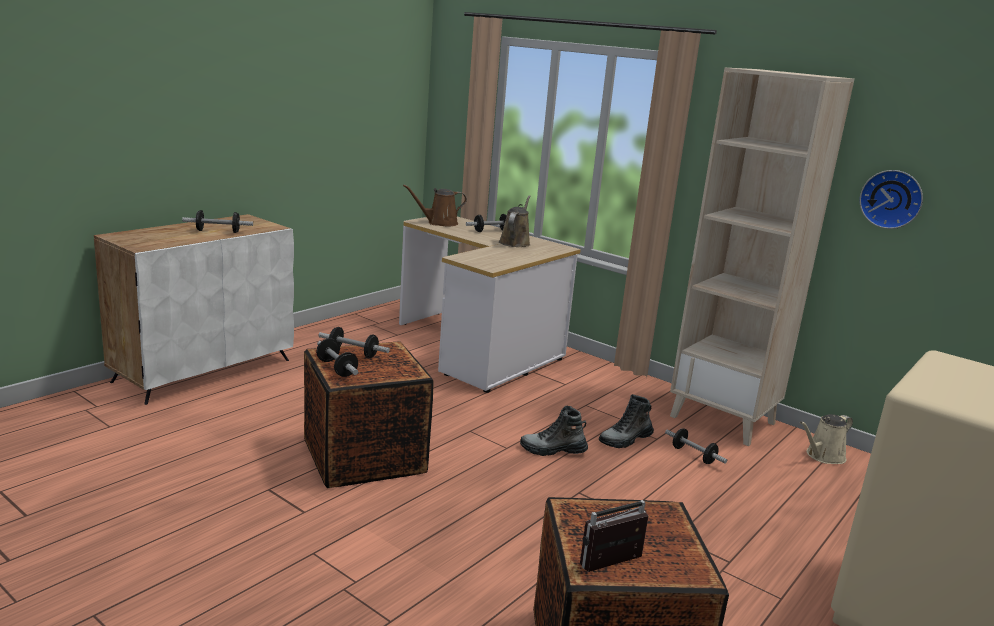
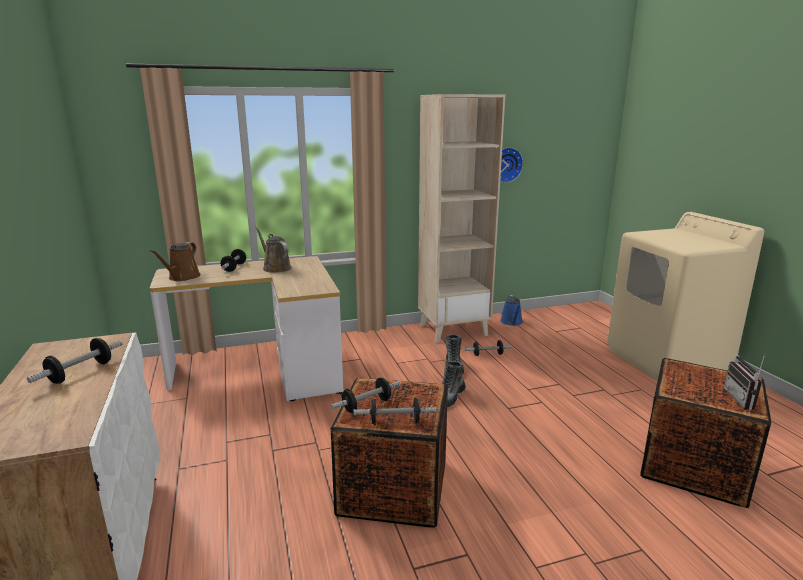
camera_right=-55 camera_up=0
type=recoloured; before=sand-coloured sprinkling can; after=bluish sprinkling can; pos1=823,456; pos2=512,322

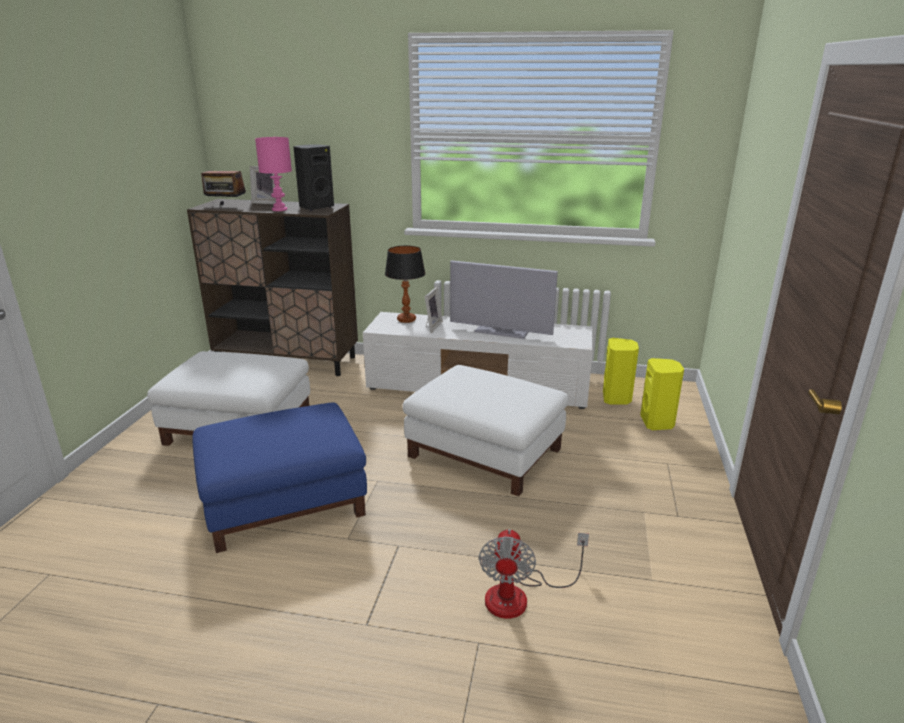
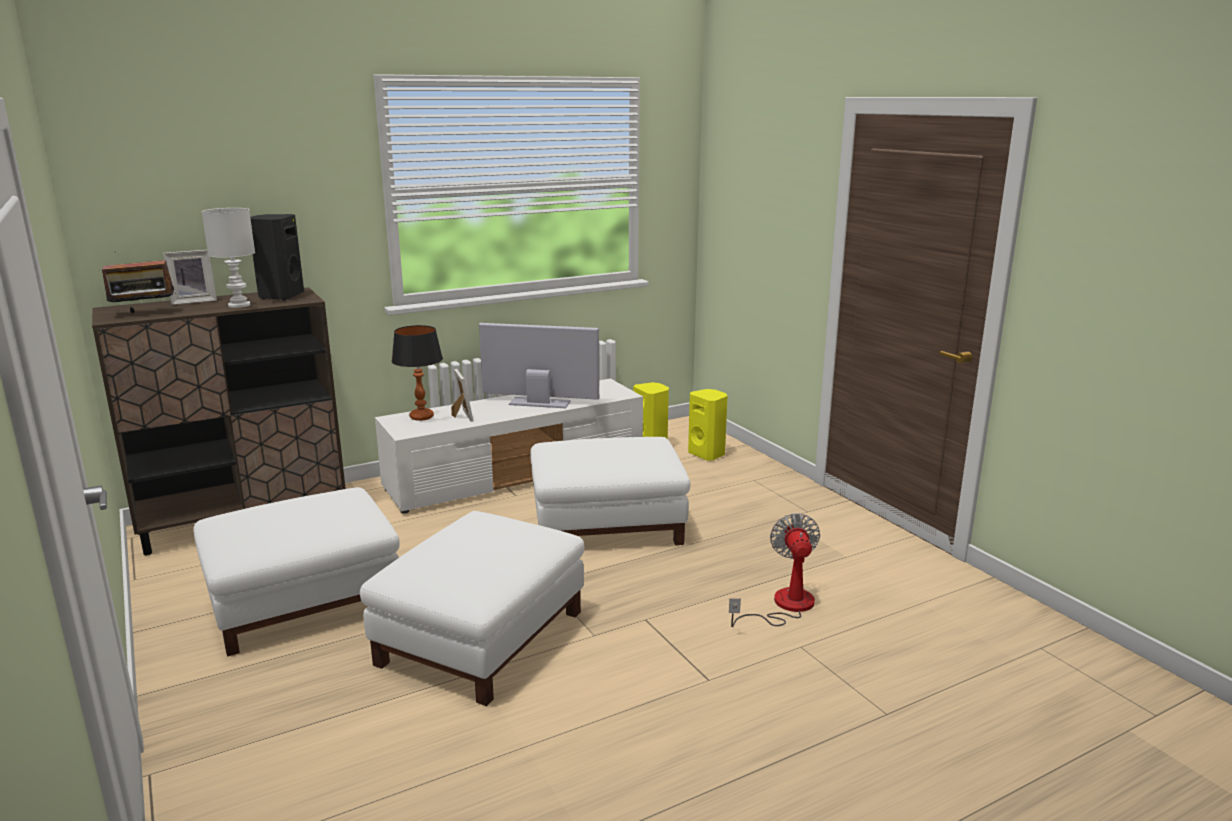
camera_right=-40 camera_up=-5
type=recoloured; before=bluish footrest; after=white-coloured footrest; pos1=284,500; pos2=481,637
type=recoloured; before=pink-coloured lamp for a table; after=white-coloured lamp for a table; pos1=280,209; pos2=239,305
type=turned; before=TV set; pos1=501,332; pos2=539,403; turn=-150
type=turned; before=cooling fan; pos1=519,596; pos2=783,606; turn=-150

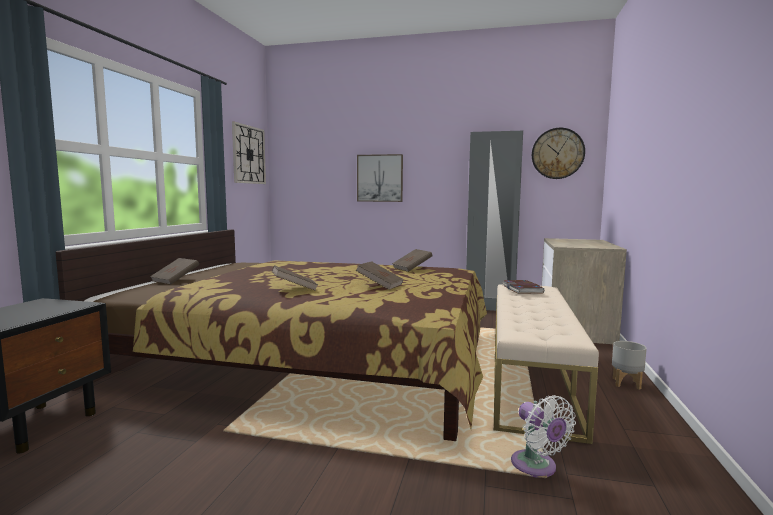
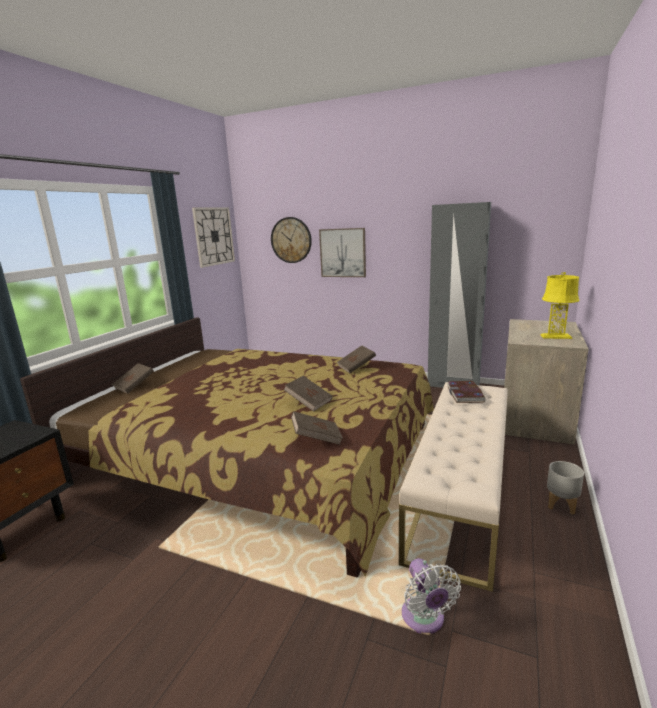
camera_right=10 camera_up=10
type=added; after=yellow-coloured lamp for a table; pos2=556,337
type=moved; before=brown-coloured bound book; pos1=294,289; pos2=316,439
type=moved; before=hanging clock; pos1=557,153; pos2=291,240

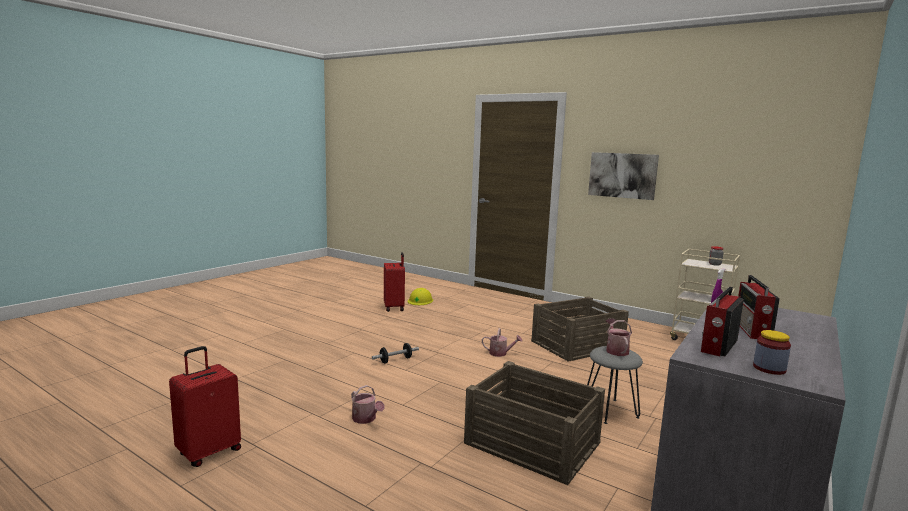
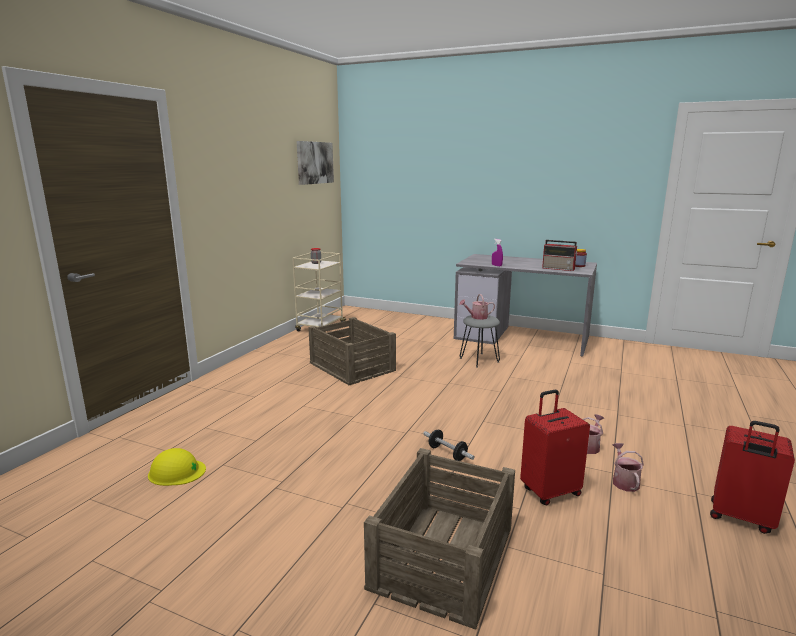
camera_right=-100 camera_up=5
type=removed; before=radio receiver; pos1=752,330
type=moved; before=red-coloured piece of luggage; pos1=394,307; pos2=549,491
type=moved; before=shipping crate; pos1=532,443; pos2=444,557
type=moved; before=sprinkling can; pos1=500,353; pos2=624,481
type=moved; before=picture; pos1=622,175; pos2=314,162

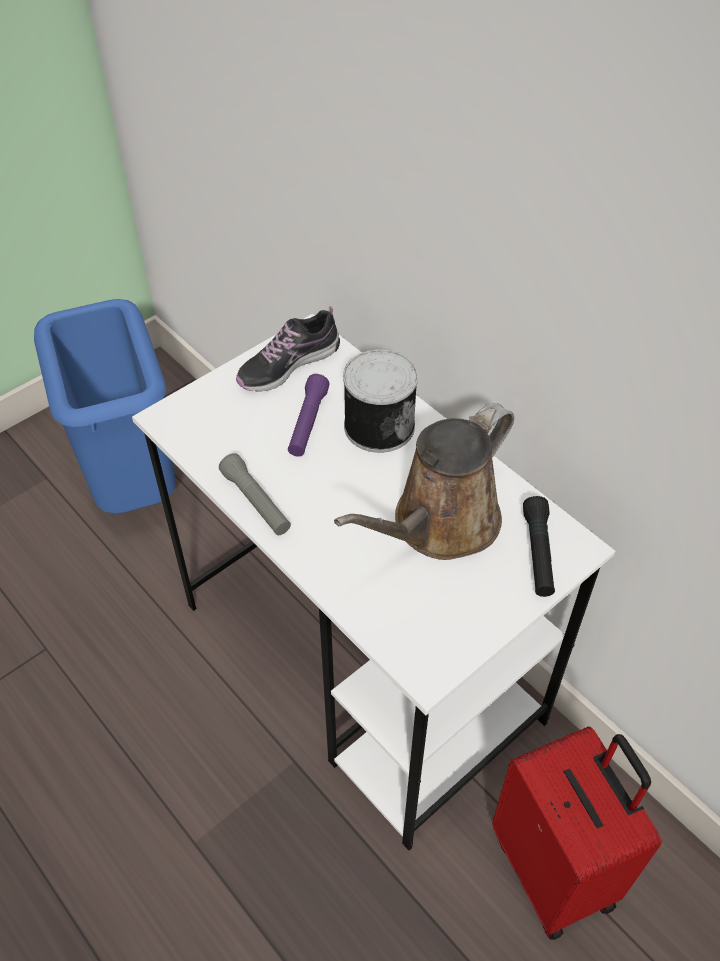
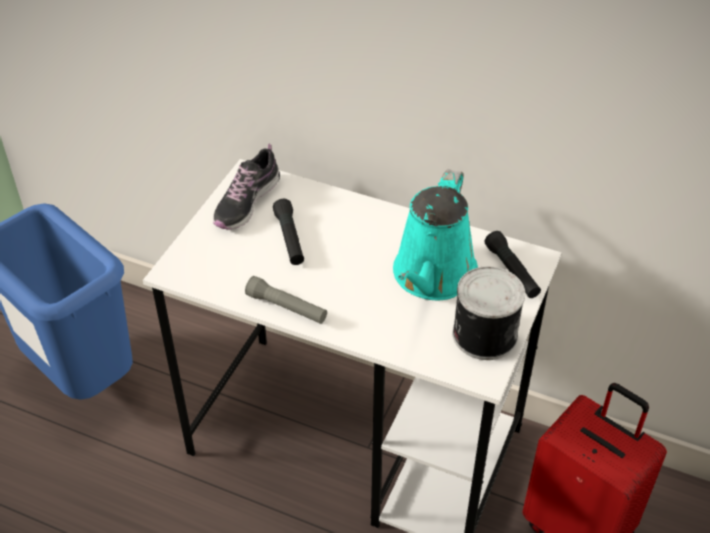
camera_right=-25 camera_up=-5
type=moved; before=can; pos1=378,424; pos2=483,334
type=recoloured; before=purplish torch; after=blackish torch; pos1=308,423; pos2=289,239
type=recoloured; before=brown-coloured sprinkling can; after=turquoise sprinkling can; pos1=439,525; pos2=432,277

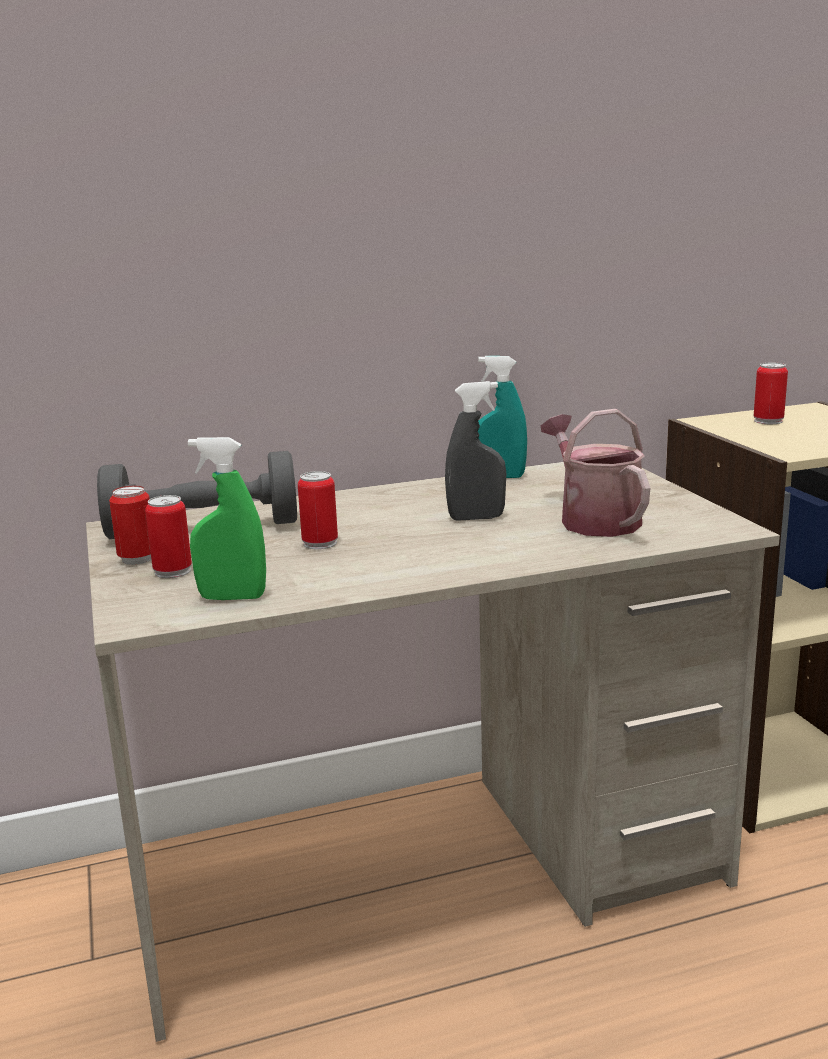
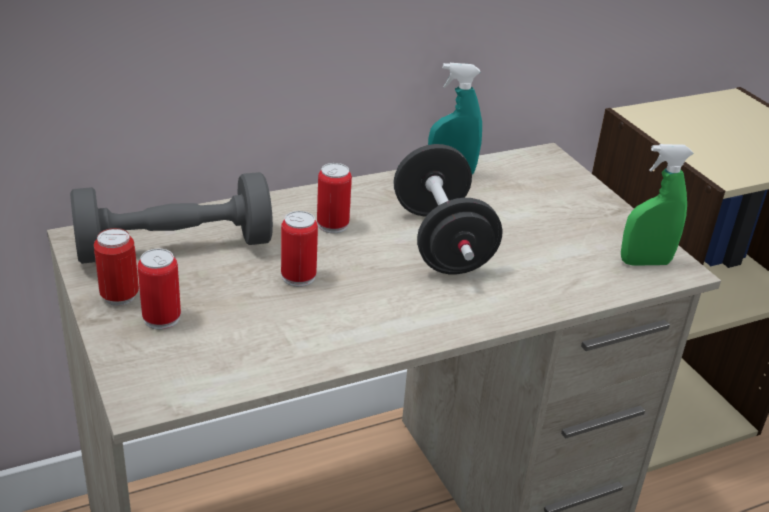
camera_right=-10 camera_up=15
type=removed; before=sprinkling can; pos1=594,519
type=moved; before=green spray bottle; pos1=232,597; pos2=645,262
type=moved; before=can; pos1=768,421; pos2=332,225
type=replaced; before=gray spray bottle; after=blackish free weight; pos1=476,518; pos2=441,241

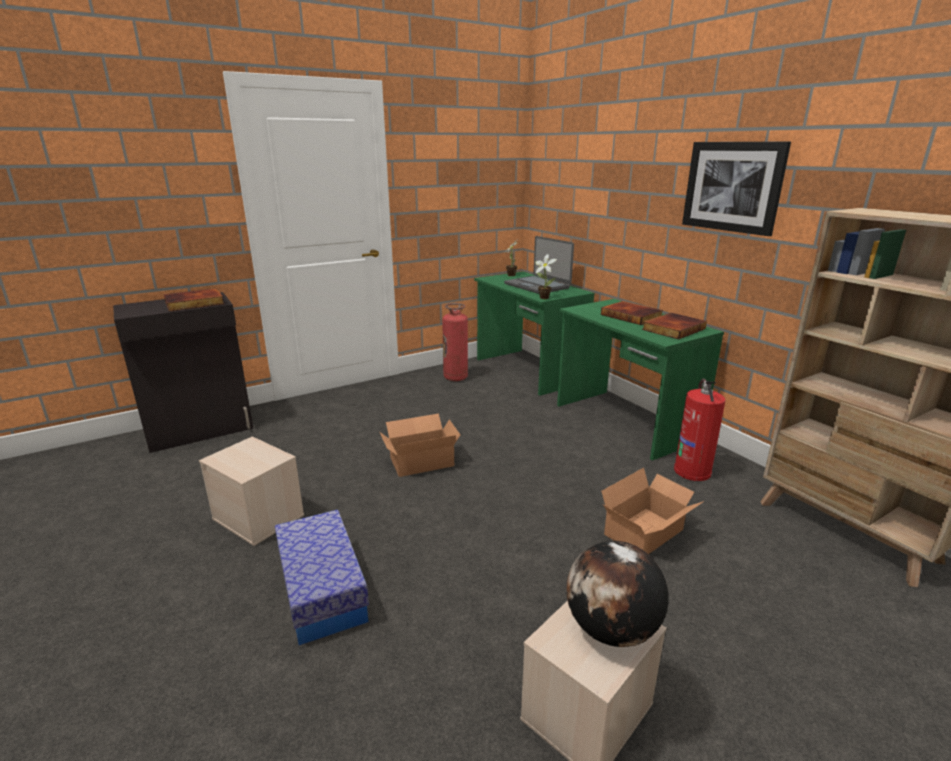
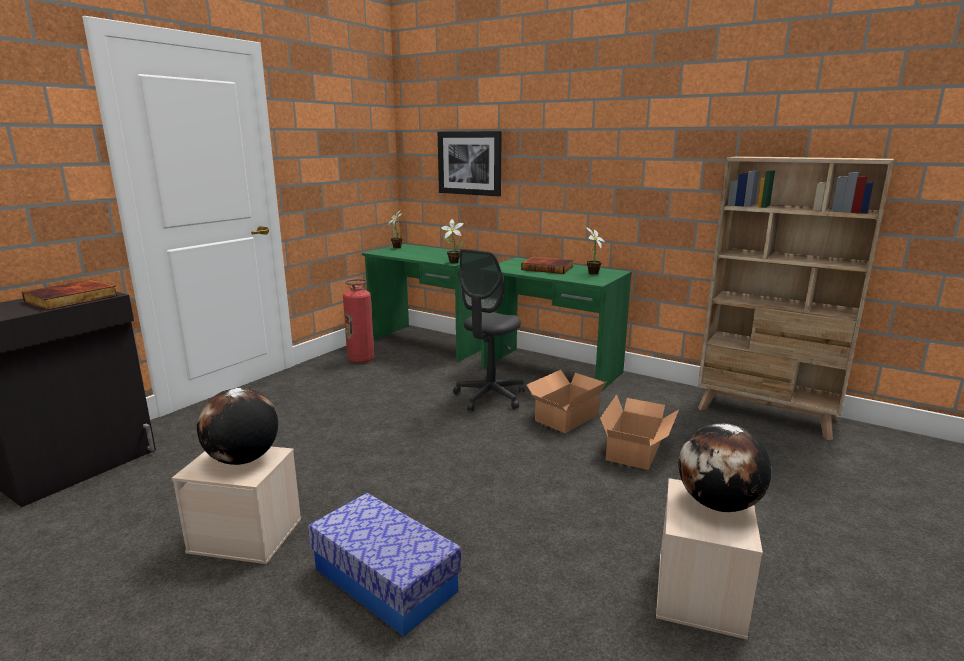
camera_right=-25 camera_up=-5
type=removed; before=laptop; pos1=537,286
type=removed; before=fire extinguisher; pos1=692,470
type=added; after=globe; pos2=242,460
type=added; after=gray computer chair; pos2=490,397
type=moved; before=carton; pos1=419,461; pos2=564,417
type=moved; before=picture; pos1=733,187; pos2=469,163
type=replaced; before=bound book; after=potted plant; pos1=672,329; pos2=592,273

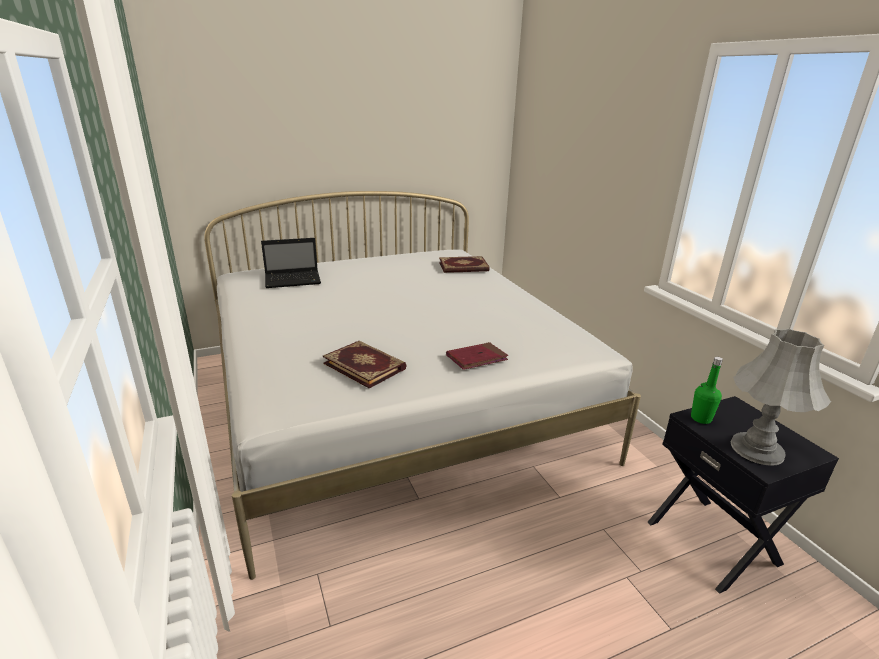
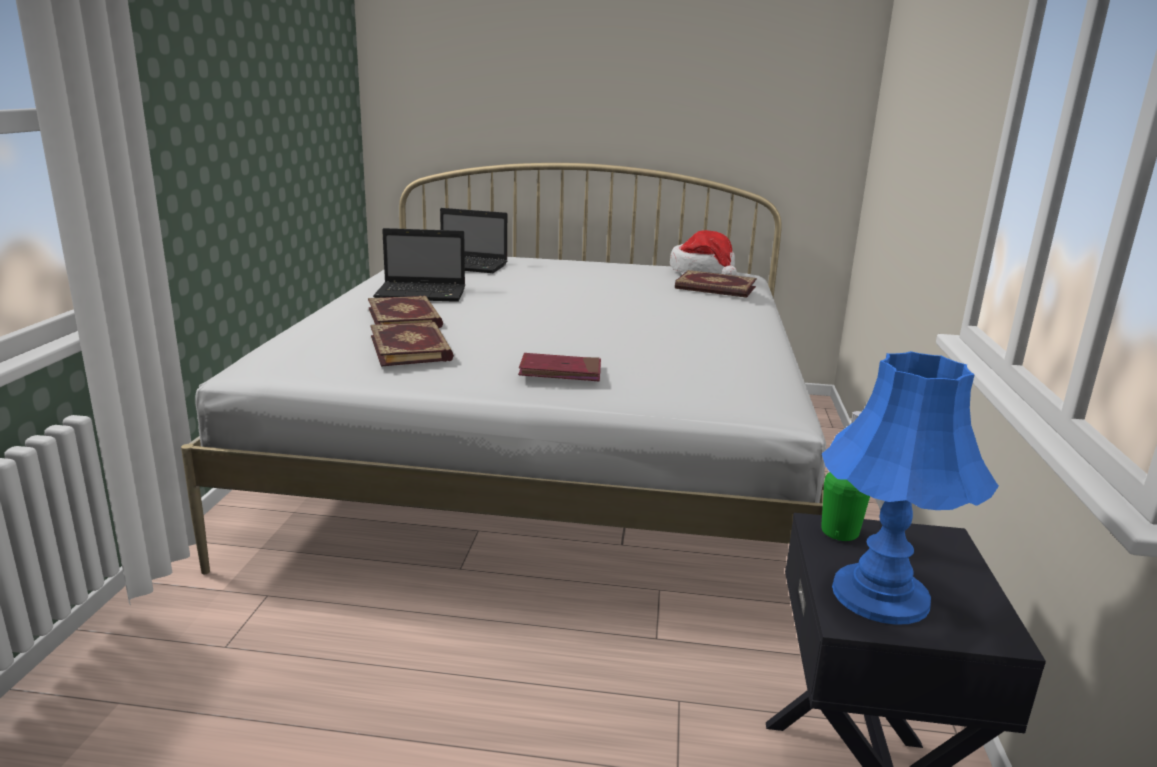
camera_right=30 camera_up=-5
type=added; after=bound book; pos2=406,317
type=added; after=laptop; pos2=423,294
type=added; after=hat; pos2=703,271
type=recoloured; before=gray lamp for a table; after=bluish lamp for a table; pos1=757,449; pos2=881,595

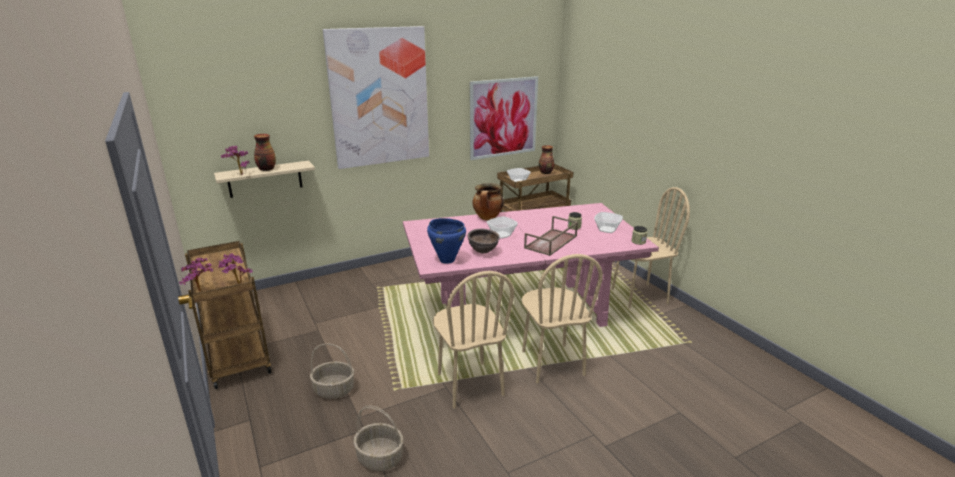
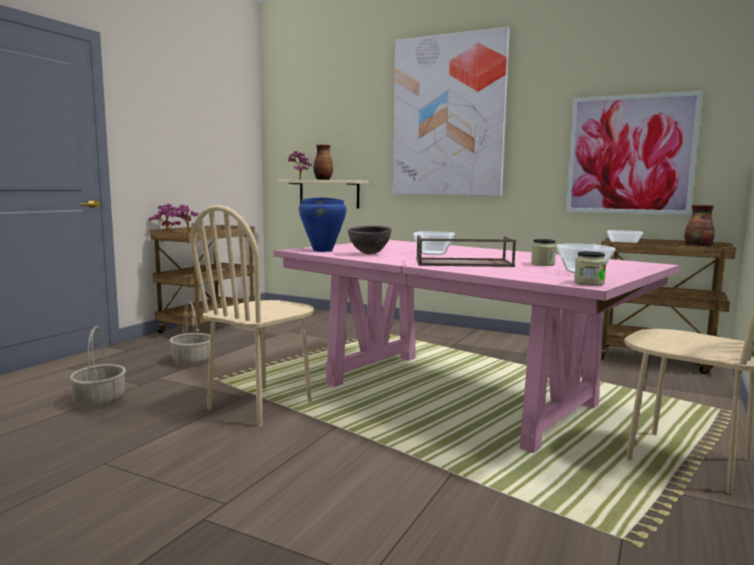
camera_right=55 camera_up=-15
type=removed; before=cooking pot; pos1=488,218
type=removed; before=sand-coloured chair; pos1=552,363

